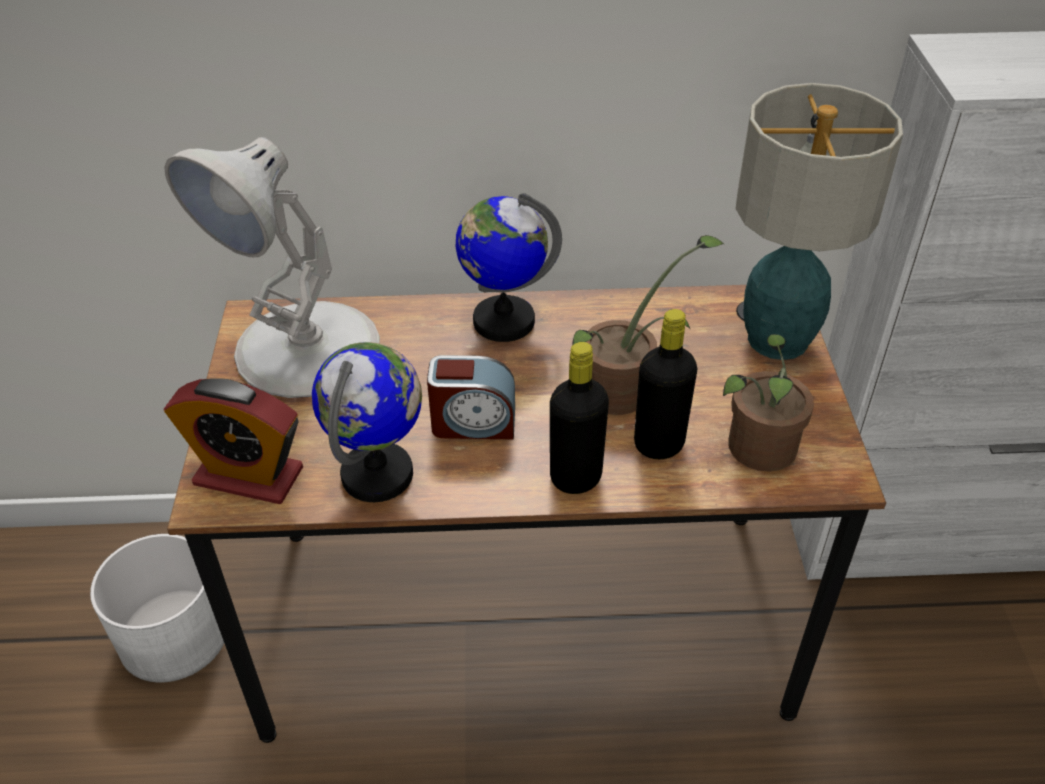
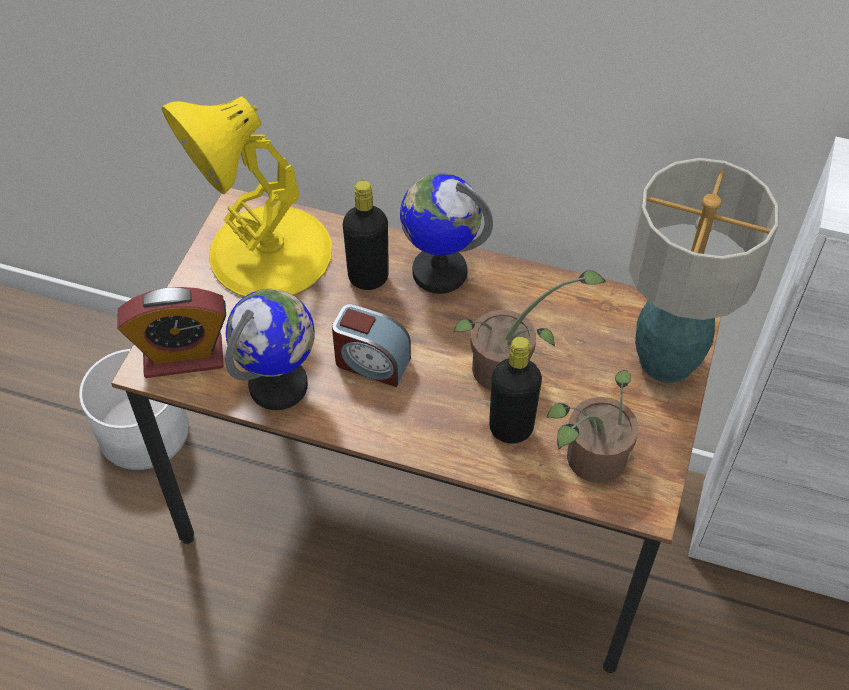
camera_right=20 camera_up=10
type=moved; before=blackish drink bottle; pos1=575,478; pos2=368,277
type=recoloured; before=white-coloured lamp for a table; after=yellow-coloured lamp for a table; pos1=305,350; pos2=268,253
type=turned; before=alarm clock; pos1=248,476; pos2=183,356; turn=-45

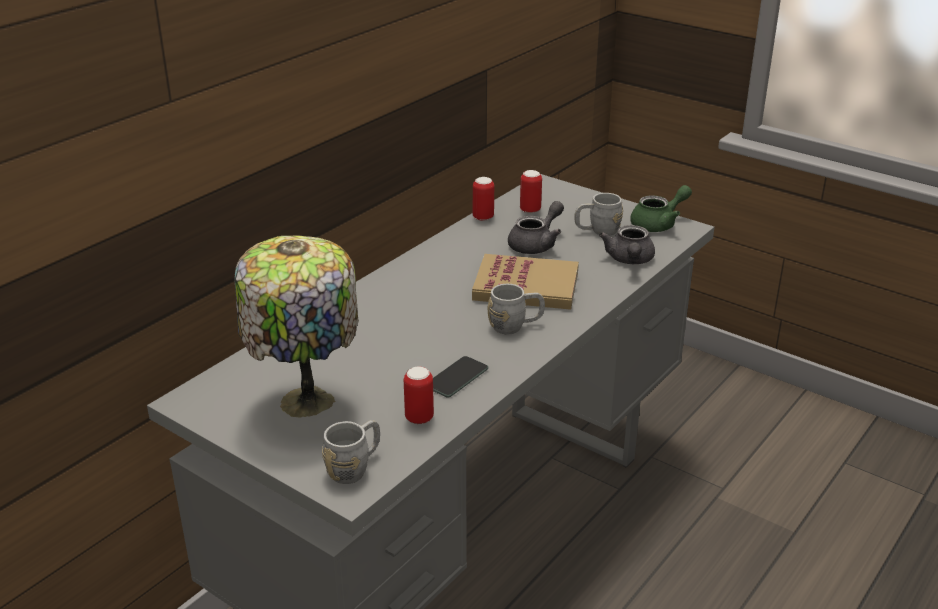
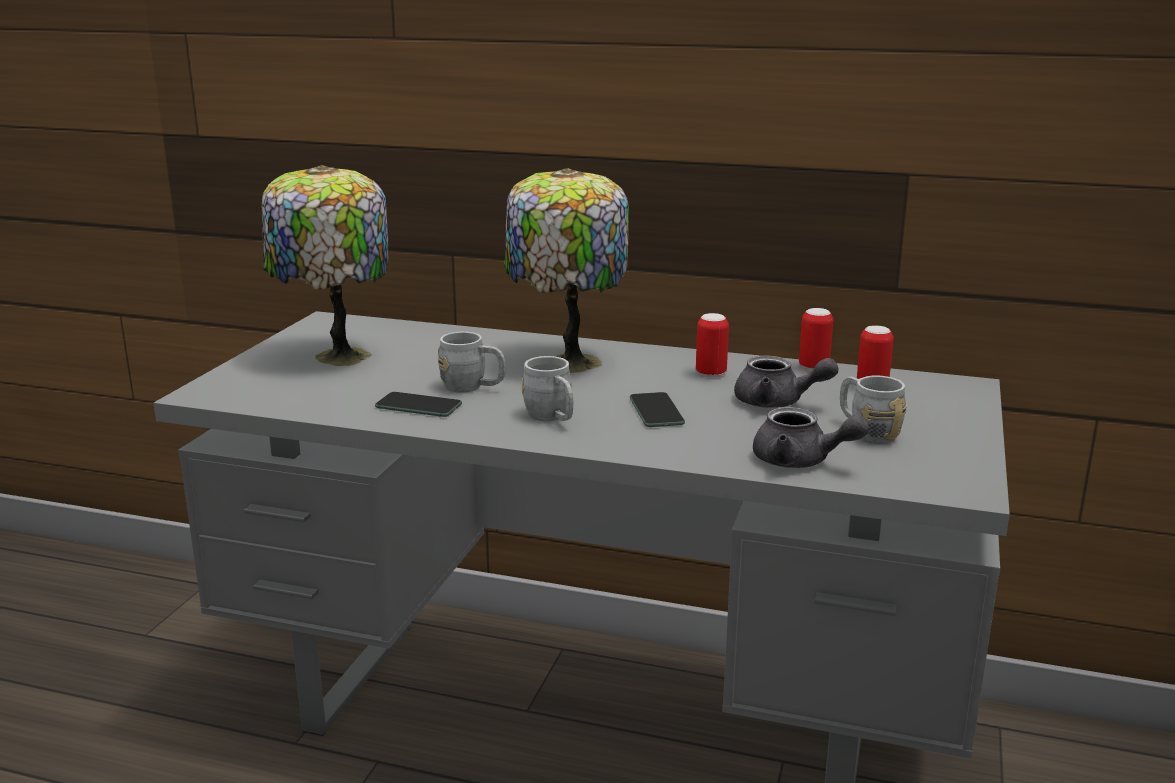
camera_right=70 camera_up=-10
type=removed; before=green pot for tea; pos1=658,224
type=added; after=lamp for a table; pos2=569,361
type=moved; before=gray coffee mug; pos1=355,467; pos2=472,387
type=moved; before=can; pos1=419,418; pos2=711,373
type=replaced; before=bound book; after=handset; pos1=526,286; pos2=656,411
type=turned; before=gray pot for tea; pos1=629,260; pos2=801,461; turn=-135

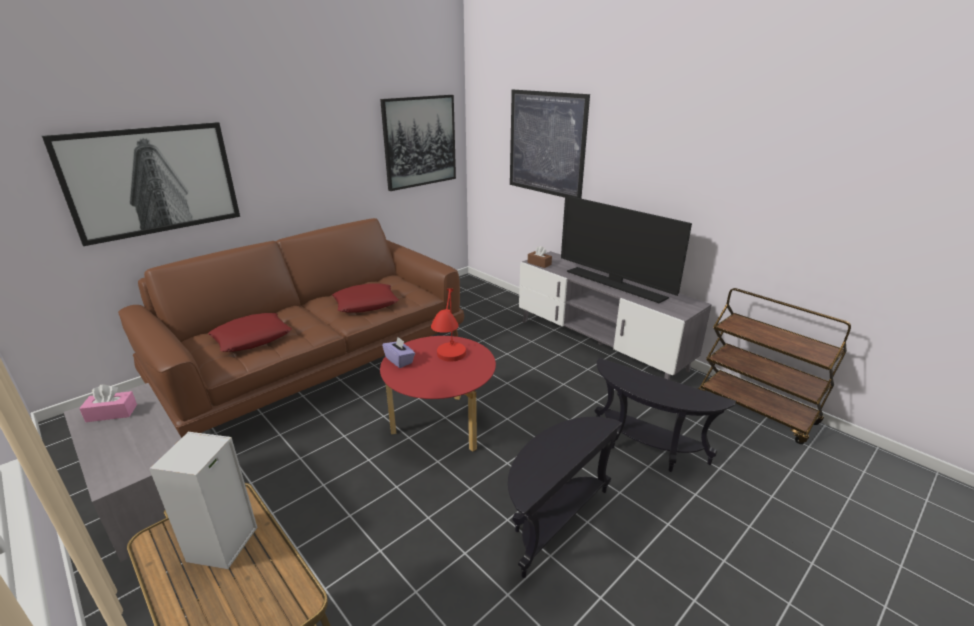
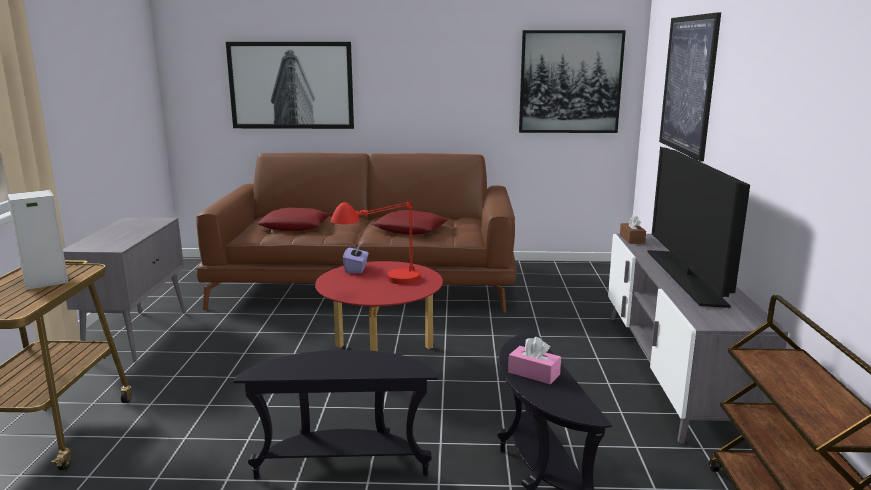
camera_right=45 camera_up=-10
type=moved; before=pink-coloured tissue box; pos1=112,413; pos2=534,373

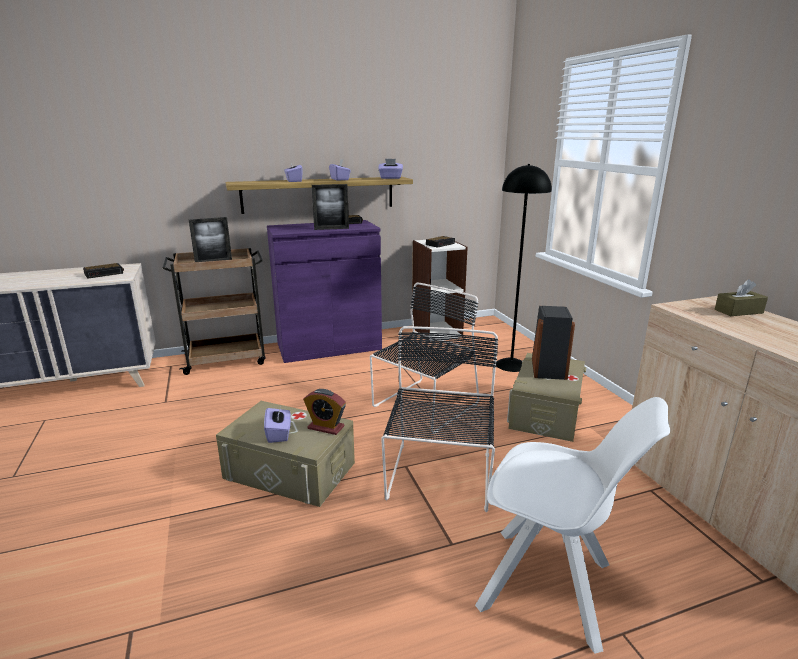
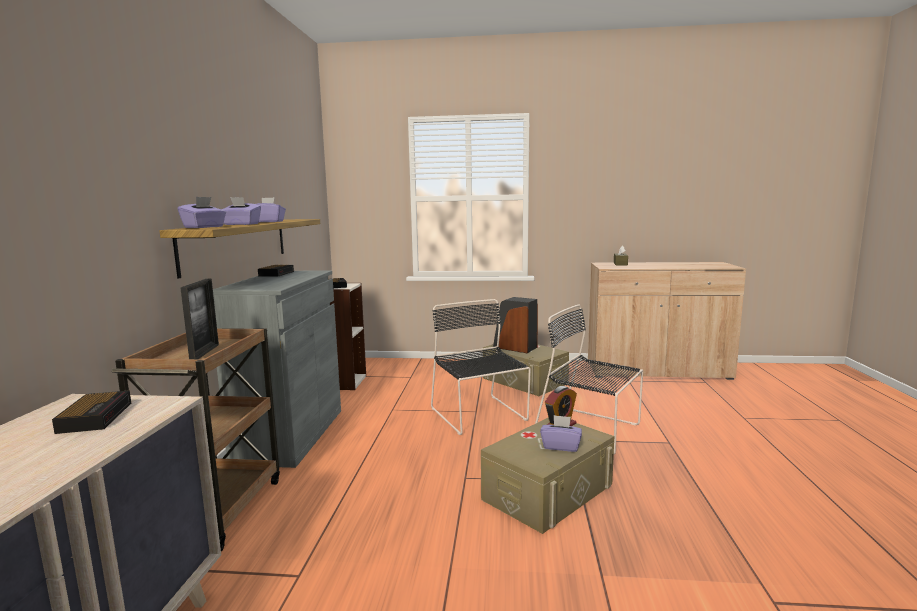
camera_right=-65 camera_up=-10
type=removed; before=standing frame; pos1=331,229
type=removed; before=white-coloured chair; pos1=550,587
type=removed; before=blackish standing lamp; pos1=511,365
type=moved; before=purplish tissue box; pos1=390,178; pos2=204,227
type=recoloured; before=purplish cupboard; after=gray cupboard; pos1=329,346; pos2=290,435

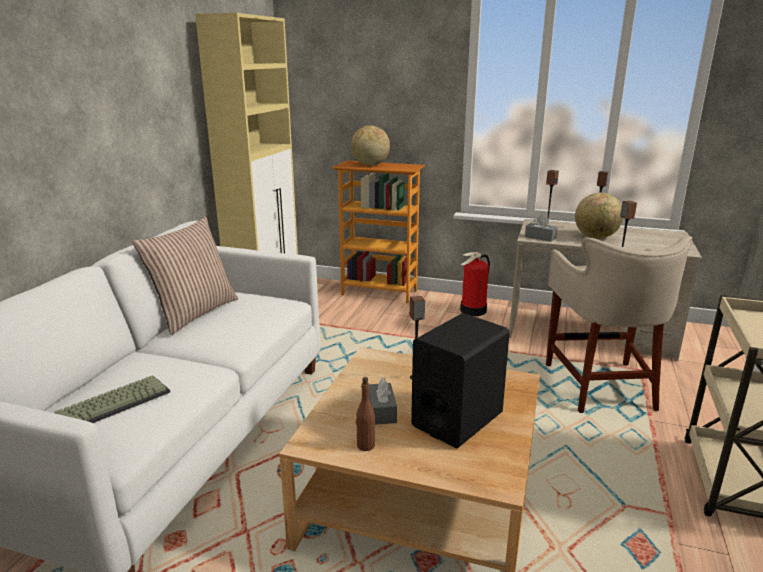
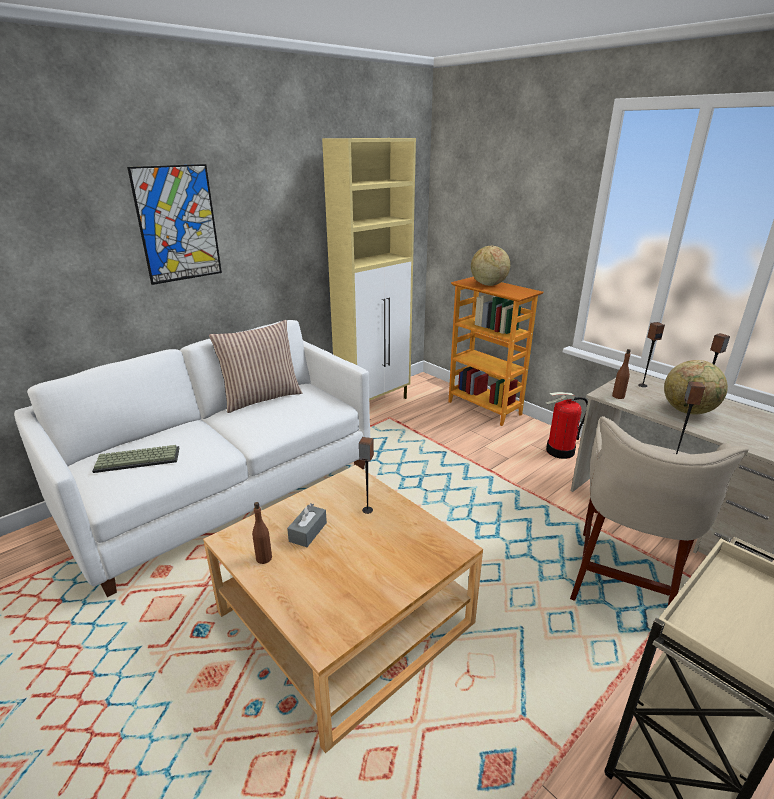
camera_right=30 camera_up=5
type=removed; before=blackish audio speaker; pos1=457,419
type=added; after=picture; pos2=178,224
type=replaced; before=gray tissue box; after=brown-coloured drink bottle; pos1=540,237; pos2=618,396

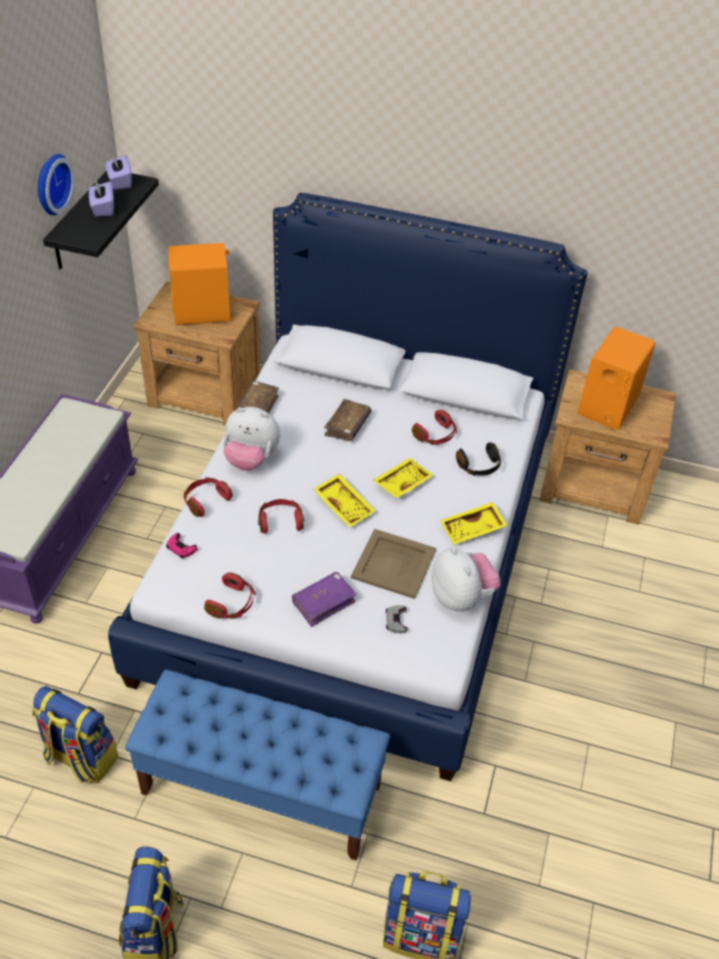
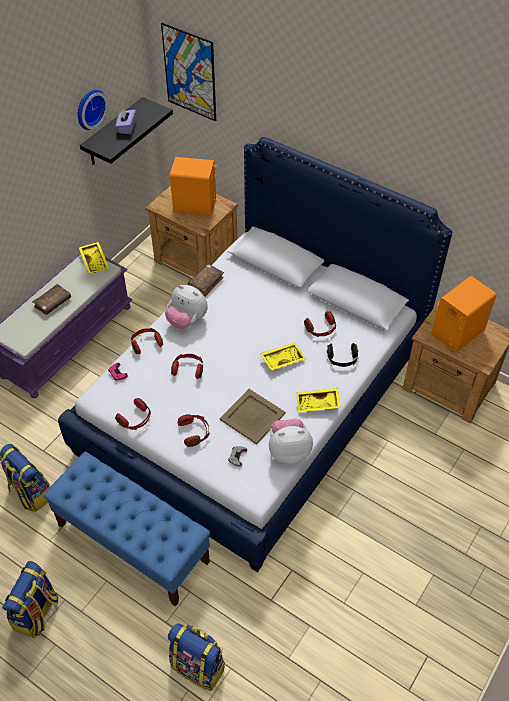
camera_right=20 camera_up=5
type=removed; before=purplish tissue box; pos1=120,182
type=added; after=picture; pos2=190,72
type=moved; before=yellow-coloured serving tray; pos1=345,505; pos2=95,261
type=moved; before=brown-coloured bound book; pos1=347,426; pos2=53,303
type=replaced; before=purplish bound book; after=red-coloured headphones; pos1=323,603; pos2=194,432
type=turned; before=soft toy; pos1=461,597; pos2=289,451; turn=-90

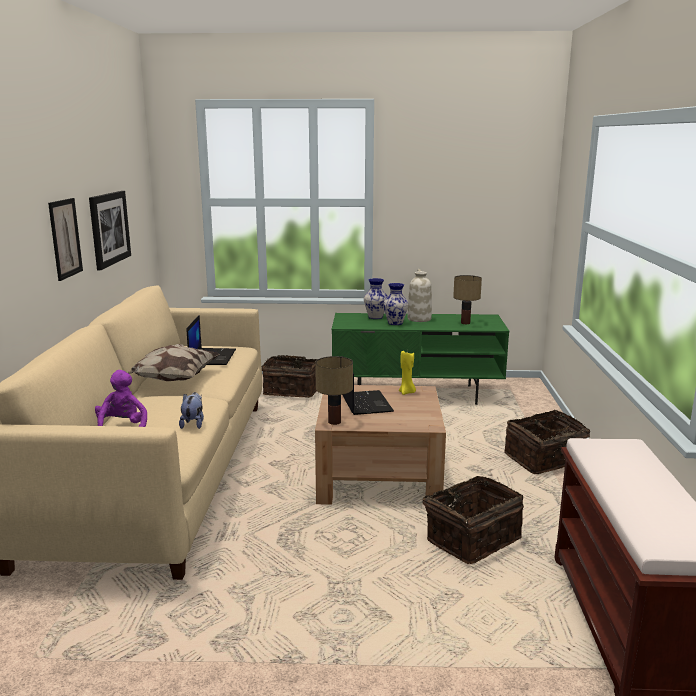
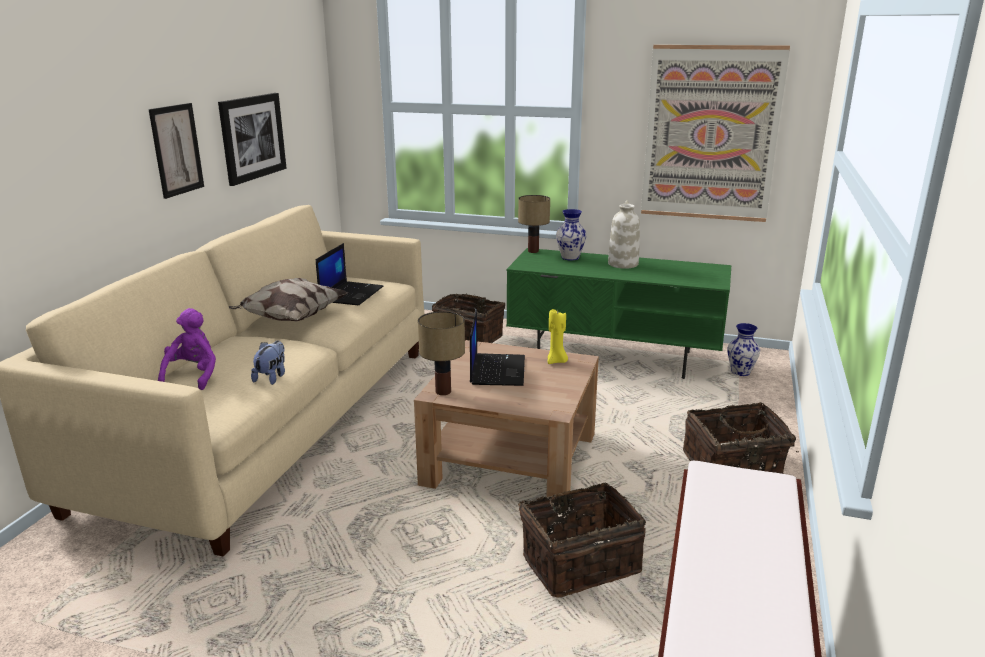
camera_right=15 camera_up=5
type=added; after=picture; pos2=710,134
type=moved; before=vase; pos1=395,323; pos2=741,372
type=moved; before=lamp for a table; pos1=465,323; pos2=532,251

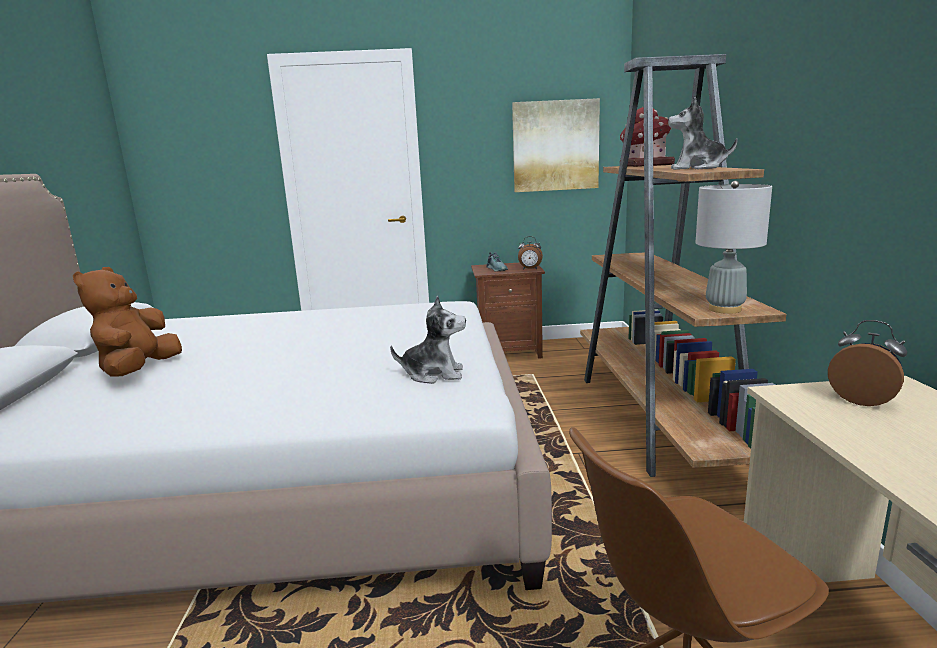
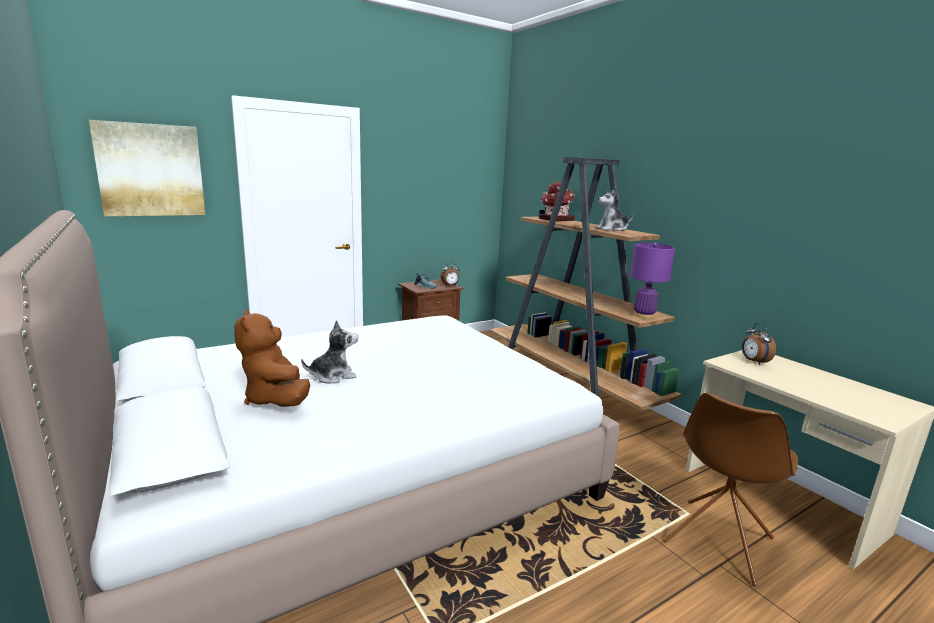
camera_right=-30 camera_up=0
type=moved; before=soft toy; pos1=434,374; pos2=333,376
type=moved; before=picture; pos1=555,146; pos2=151,170
type=recoloured; before=gray lamp for a table; after=purplish lamp for a table; pos1=725,309; pos2=644,316
type=turned; before=alarm clock; pos1=862,400; pos2=753,362; turn=-120

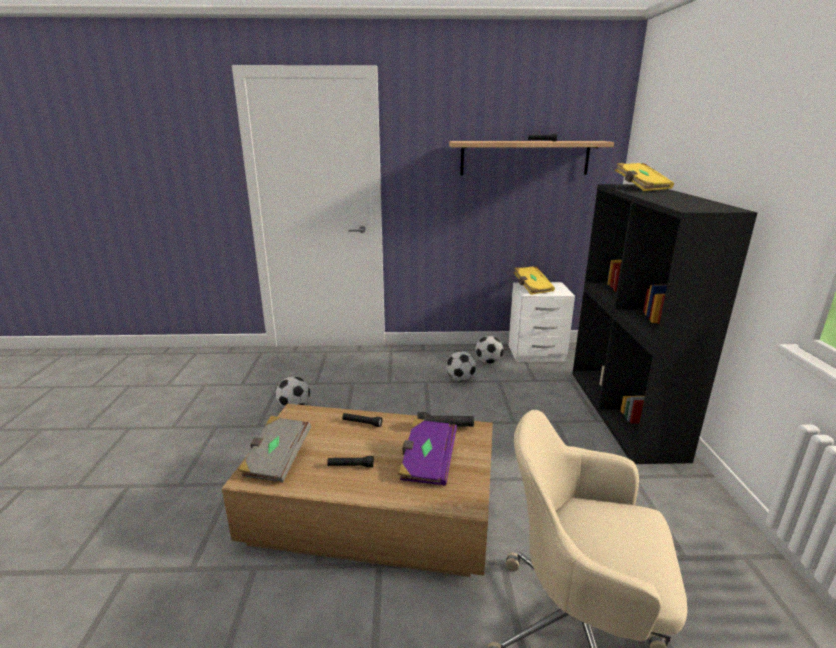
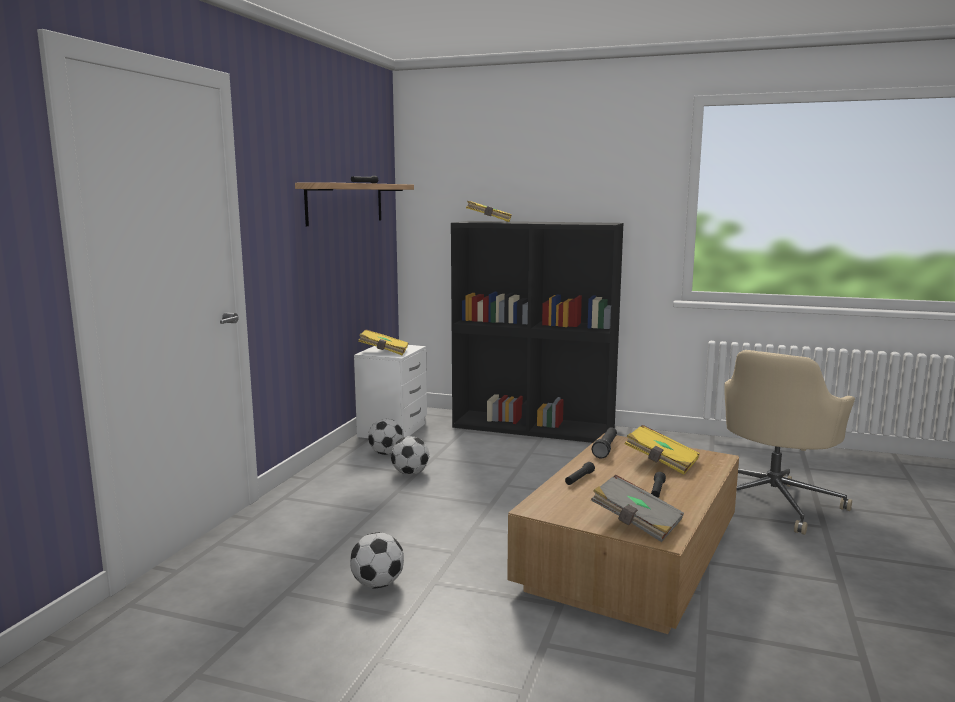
camera_right=-70 camera_up=-10
type=recoloured; before=purplish bound book; after=yellow-coloured bound book; pos1=427,463; pos2=661,462

